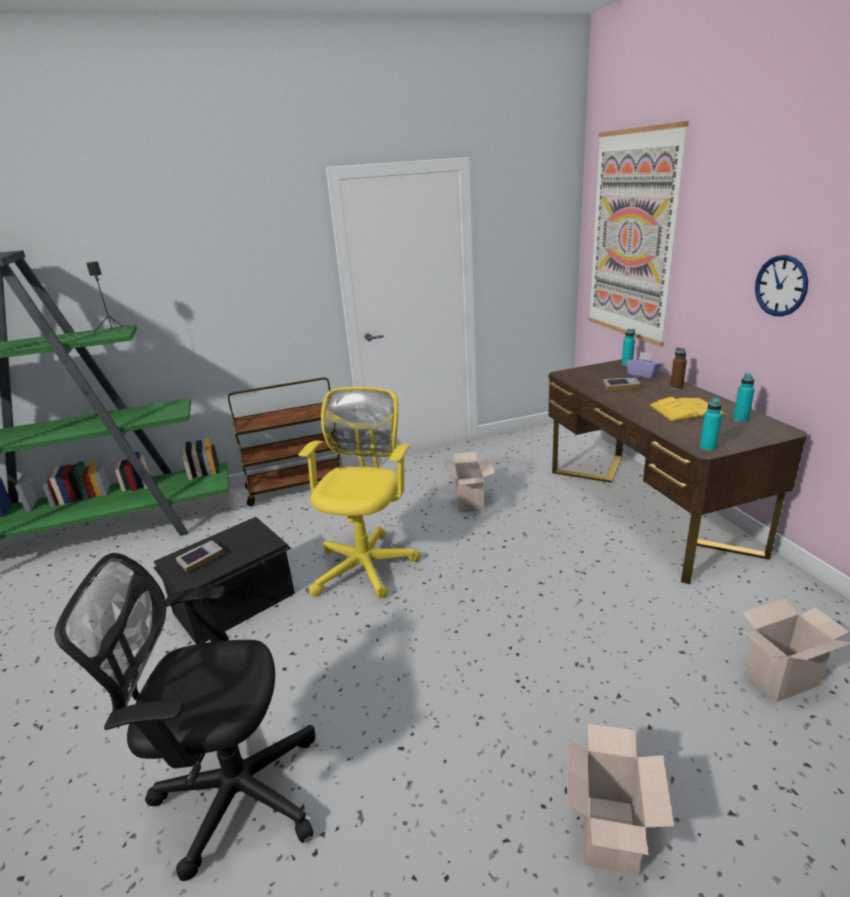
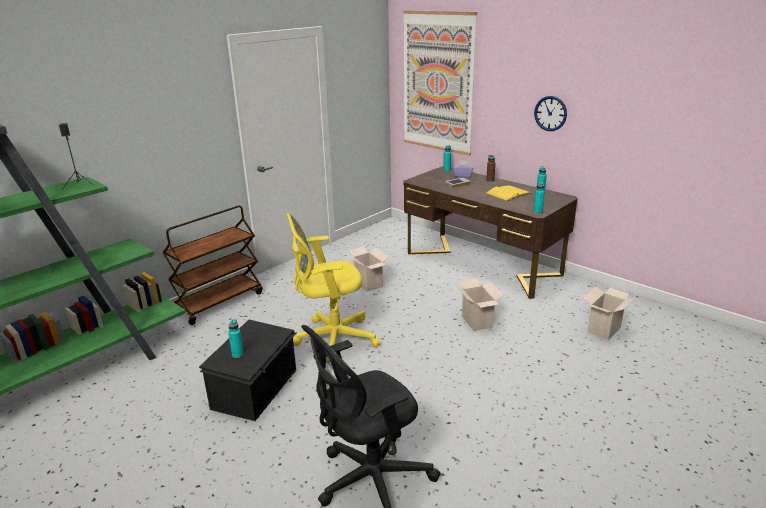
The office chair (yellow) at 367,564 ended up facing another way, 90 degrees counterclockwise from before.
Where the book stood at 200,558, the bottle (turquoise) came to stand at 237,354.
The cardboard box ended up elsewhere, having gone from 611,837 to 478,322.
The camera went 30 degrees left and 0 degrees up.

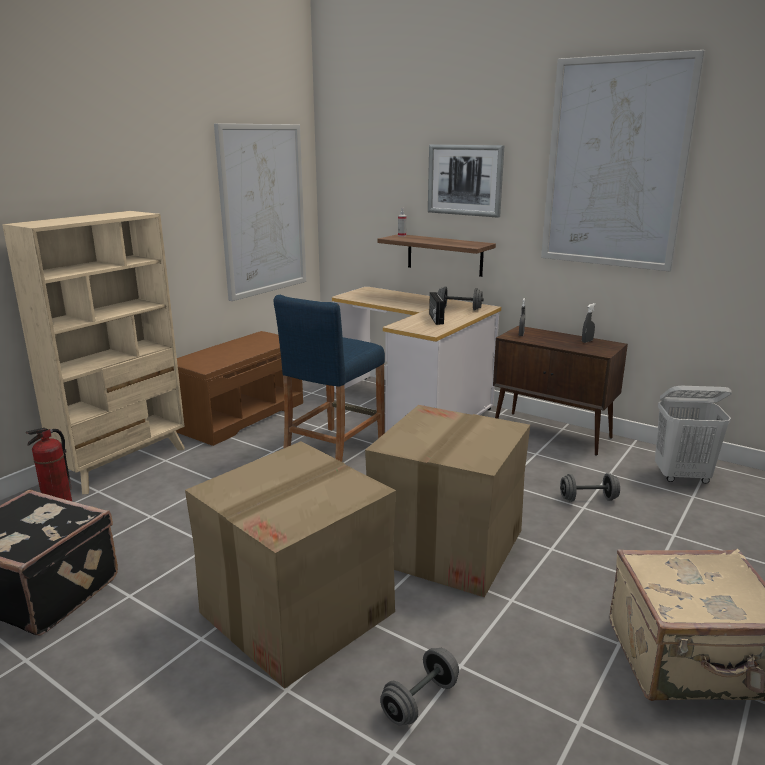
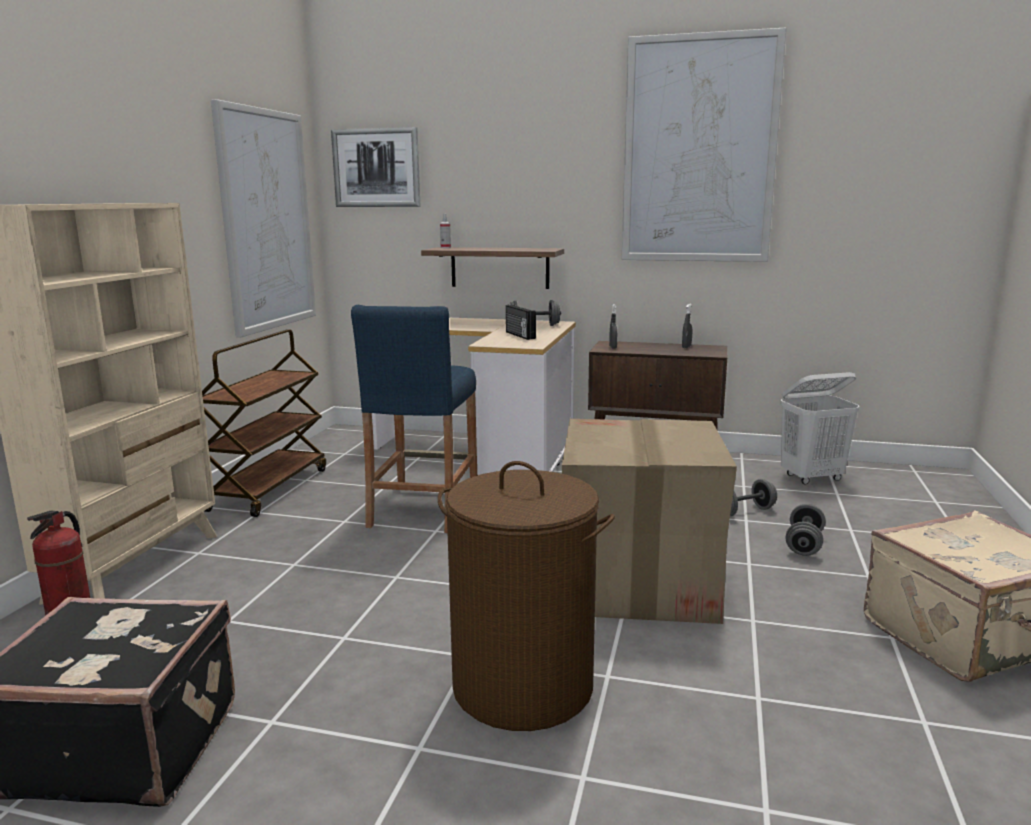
The picture ended up elsewhere, having gone from 465,180 to 376,168.
Where the bench (brown) stood at 241,415, the cart (brown) came to stand at 269,489.
Where the cardboard box stood at 298,611, the laundry basket (brown) came to stand at 523,686.
The dumbbell (grey) ended up elsewhere, having gone from 420,701 to 804,544.
The camera went 20 degrees left and 5 degrees down.

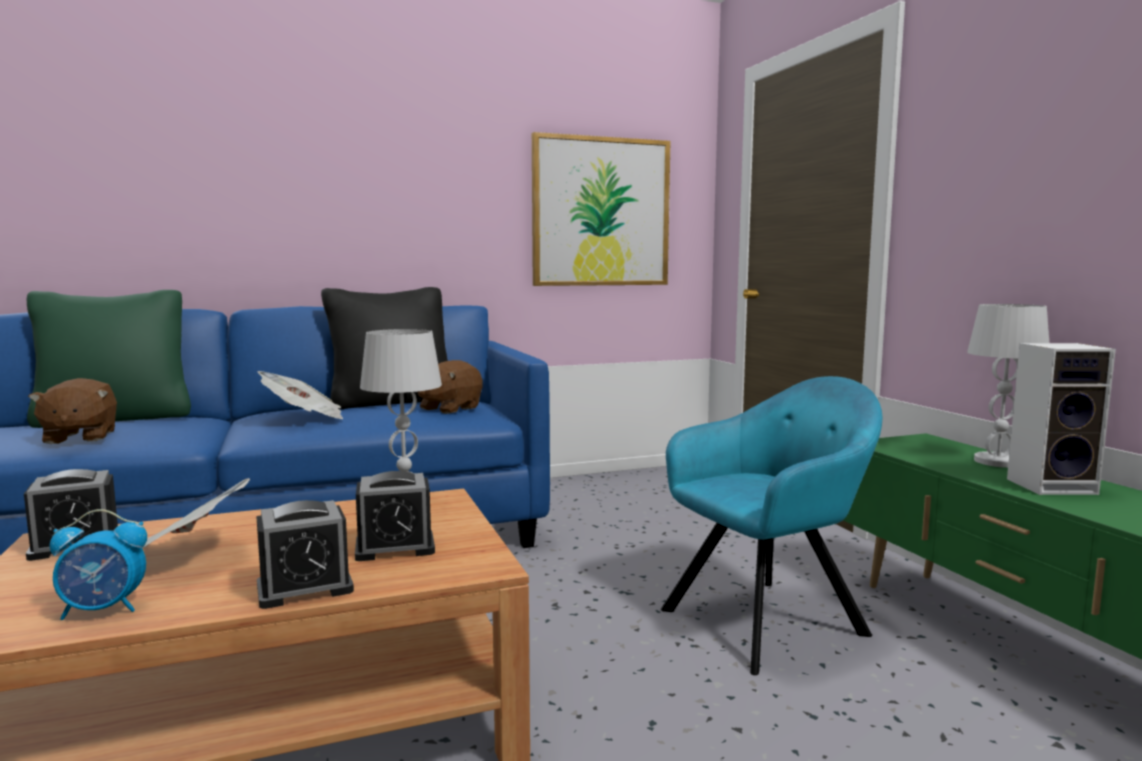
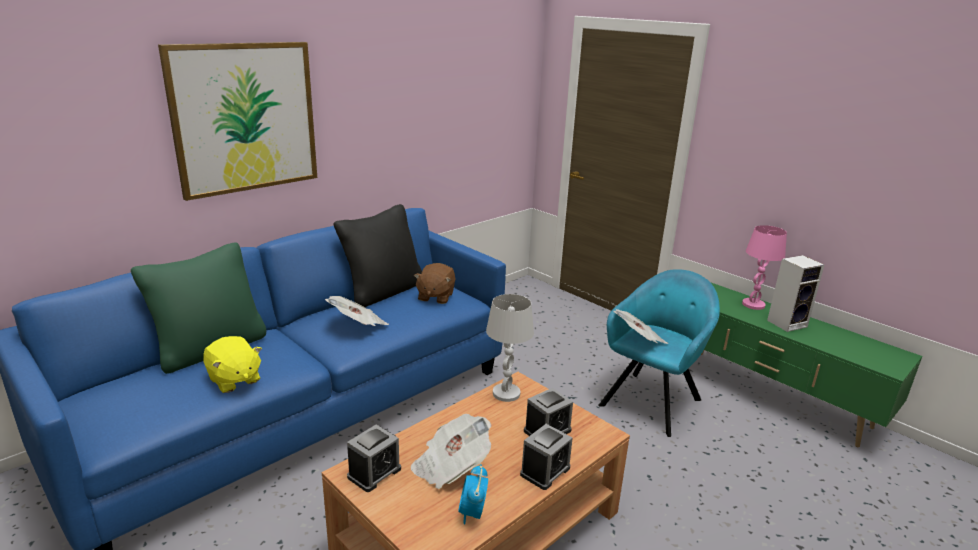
The picture ended up elsewhere, having gone from 601,212 to 245,118.
What was the table lamp (white) at 998,462 turned into the table lamp (pink) at 753,304.
What was the plush toy (brown) at 79,437 turned into the plush toy (yellow) at 234,380.
The alarm clock at 104,610 ended up facing another way, 135 degrees clockwise from before.
The second view gained the newspaper at 638,340.
The camera went 25 degrees left and 15 degrees up.

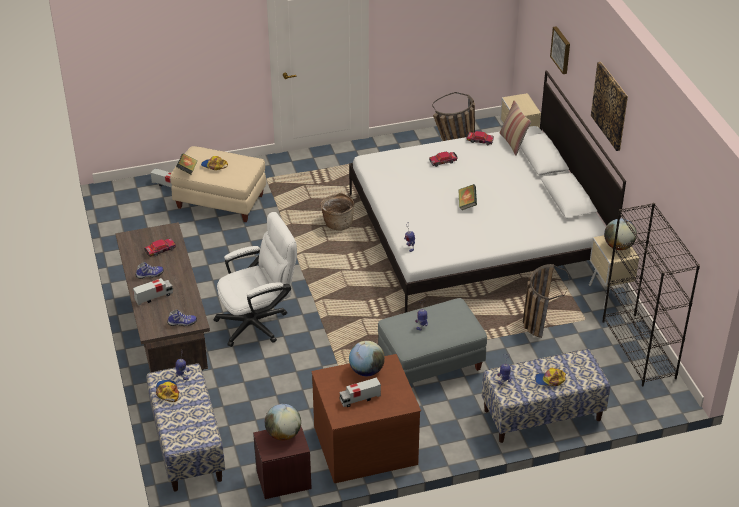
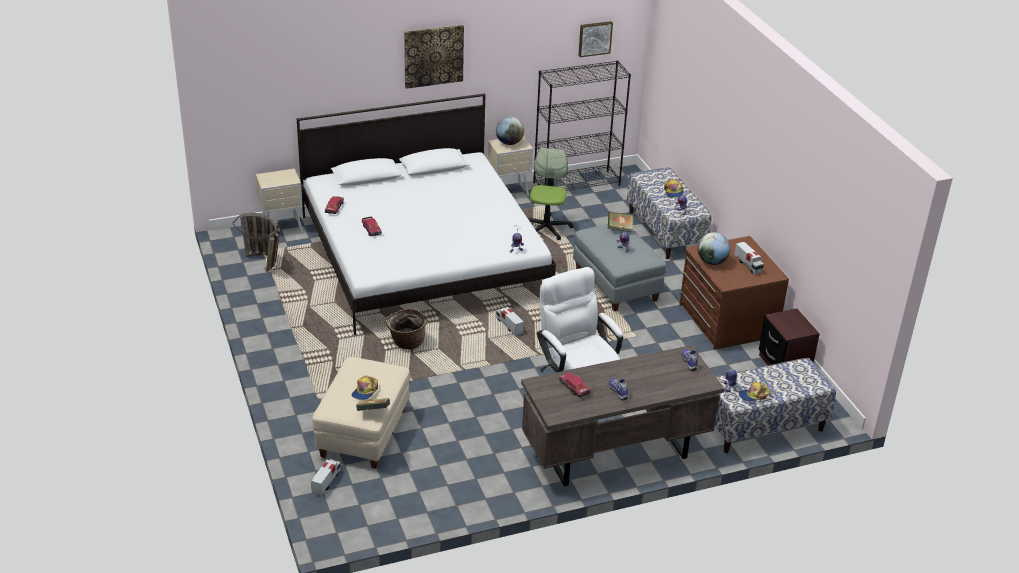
The picture ended up elsewhere, having gone from 561,50 to 594,38.
The second view lost the pillow at 513,143.
The book ended up elsewhere, having gone from 467,203 to 619,228.
Where the basket stood at 538,319, the office chair came to stand at 546,228.
The toy truck ended up elsewhere, having gone from 154,297 to 509,326.
The second view lost the globe at 283,434.
The camera went 95 degrees left and 5 degrees down.

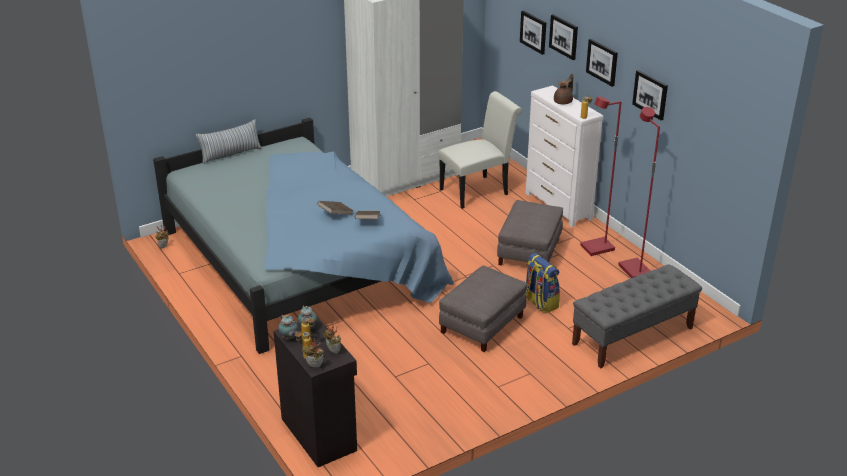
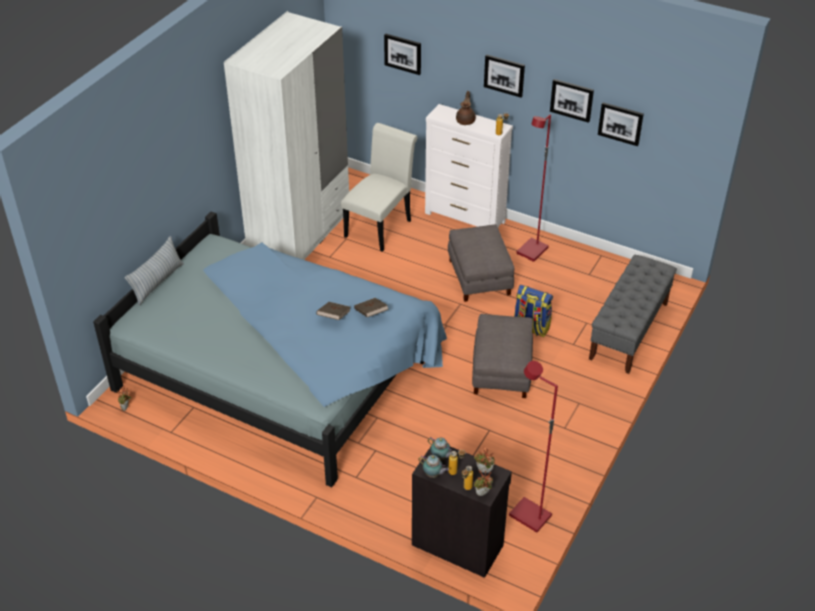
The picture ended up elsewhere, having gone from 564,36 to 620,123.
The floor lamp (red) ended up elsewhere, having gone from 633,270 to 529,516.
The camera went 30 degrees left and 10 degrees up.

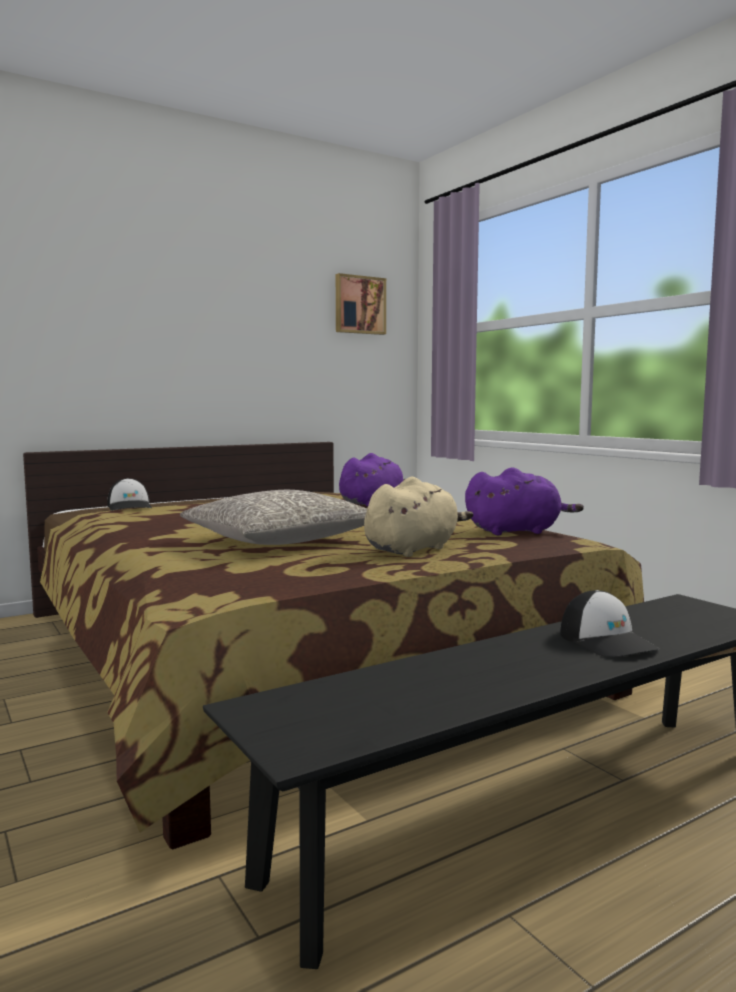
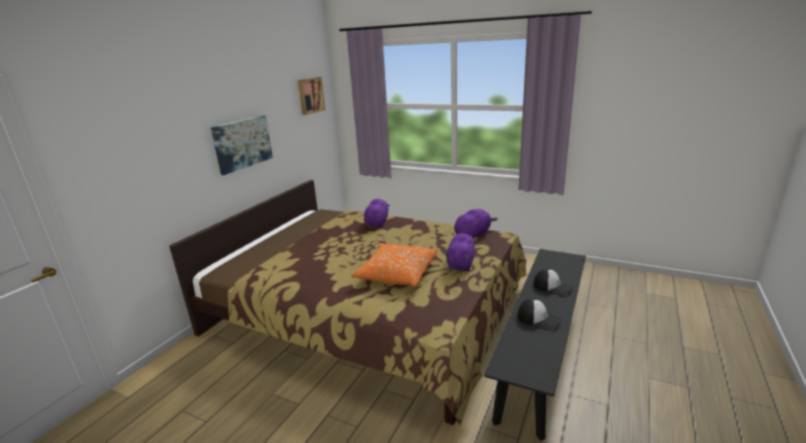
What was the plush toy (beige) at 413,549 turned into the plush toy (purple) at 461,263.
The cap ended up elsewhere, having gone from 130,507 to 539,319.
What was the pillow (grey) at 280,540 turned into the pillow (orange) at 397,273.
The second view gained the picture at 242,143.
The camera went 30 degrees left and 15 degrees up.

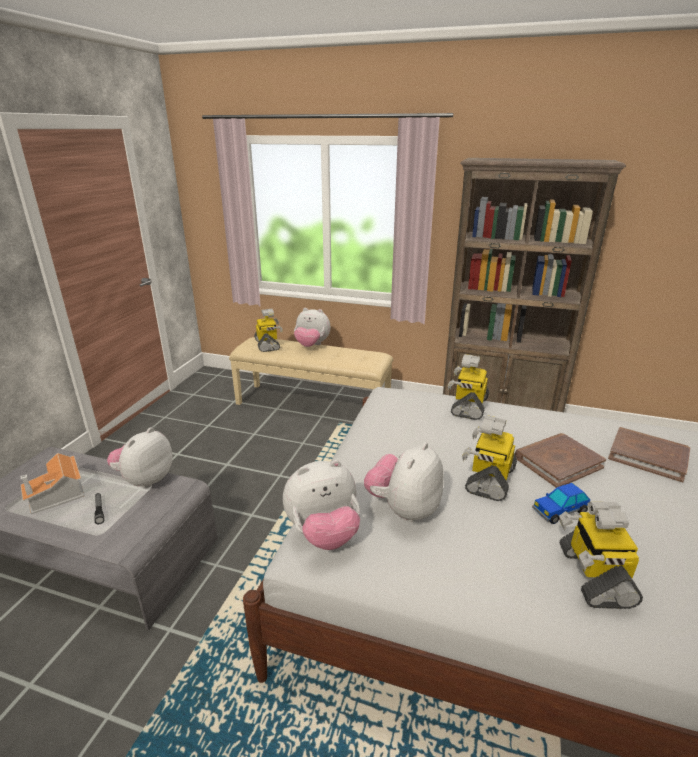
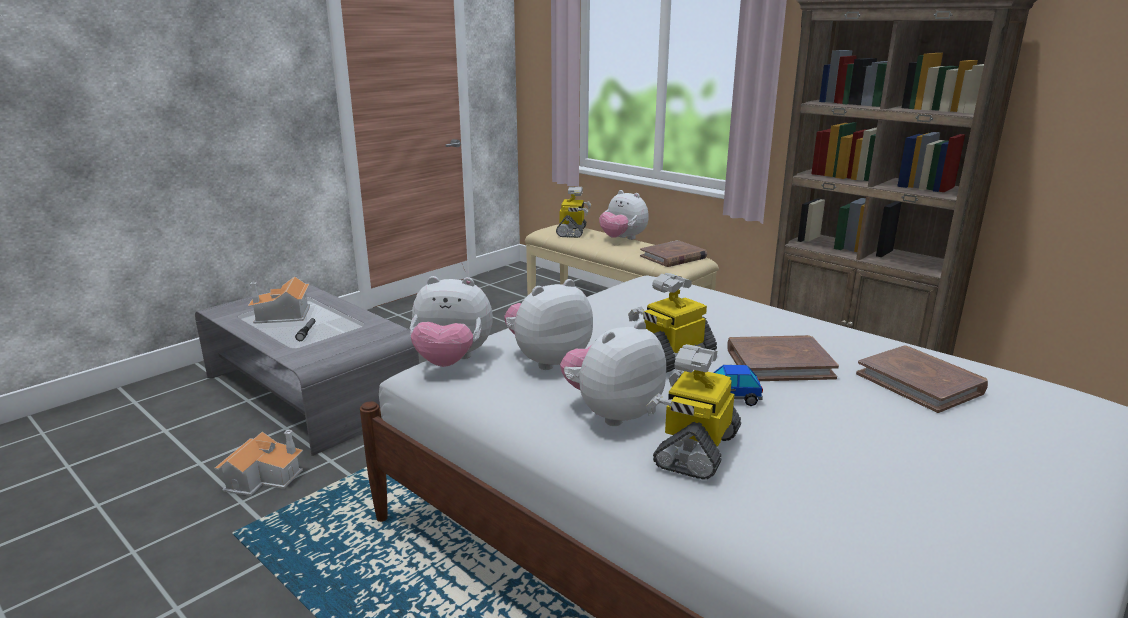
The second view lost the toy robot at 468,406.
The plush toy ended up elsewhere, having gone from 145,479 to 612,413.
The second view gained the book (brown) at 673,257.
The second view gained the toy house at 265,477.
The camera went 25 degrees right and 5 degrees down.

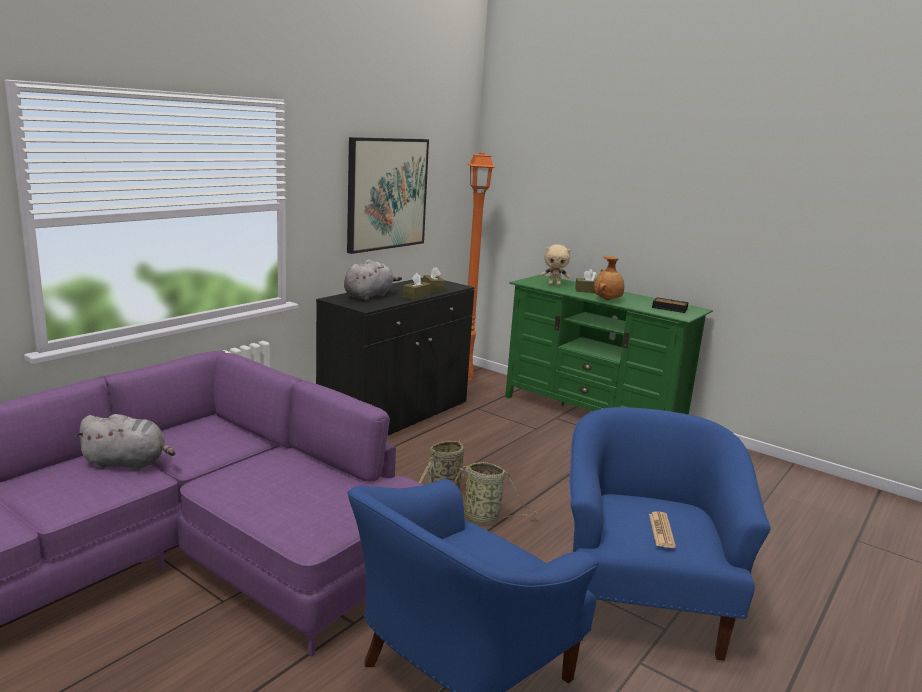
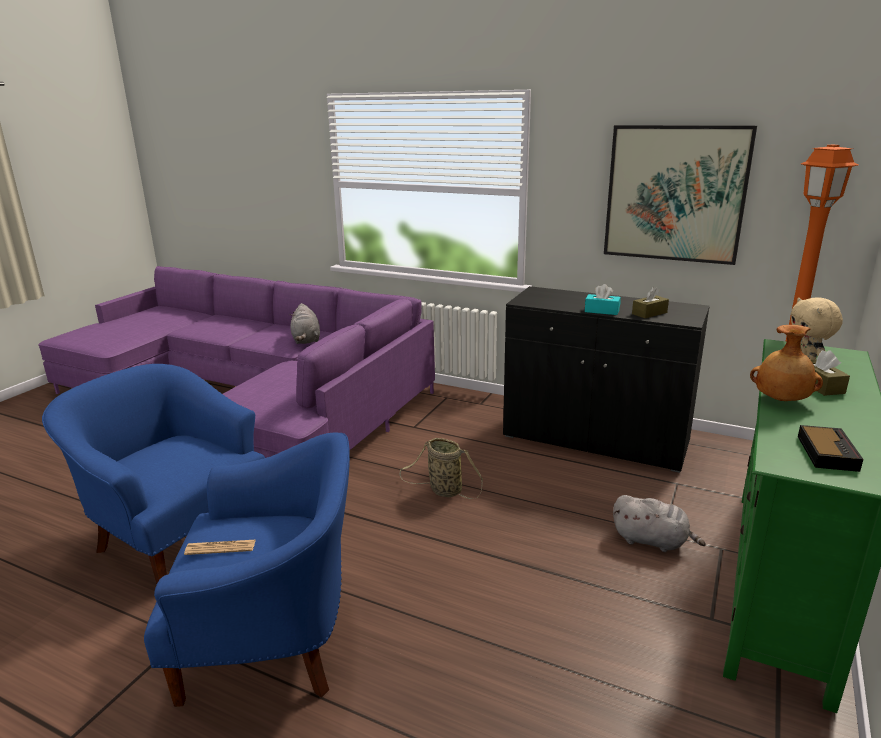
The plush toy (grey) ended up elsewhere, having gone from 369,296 to 652,541.
What was the tissue box (brown) at 416,296 turned into the tissue box (turquoise) at 602,311.
The second view lost the basket at 484,518.
The camera went 80 degrees right and 5 degrees up.

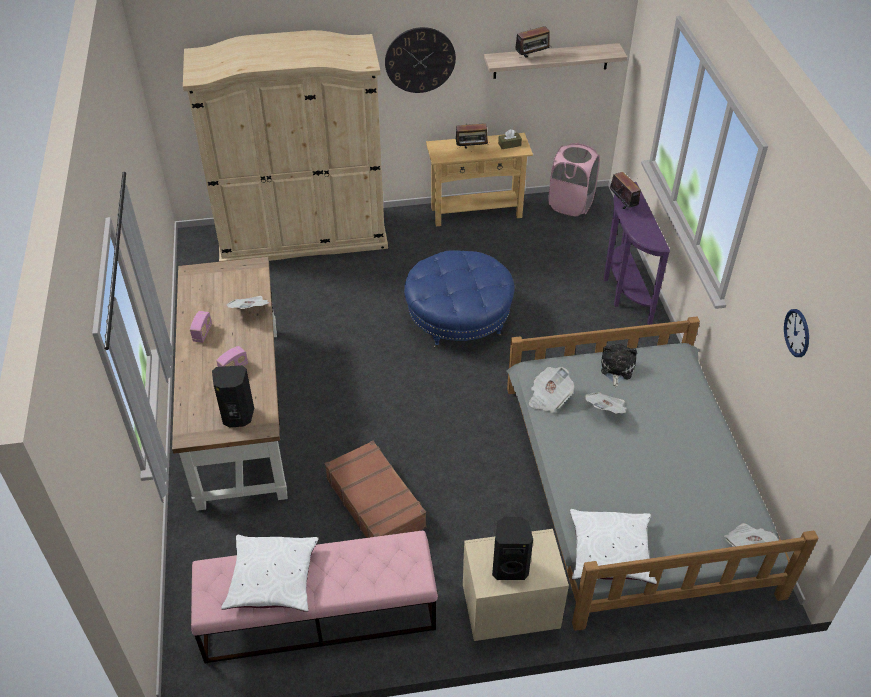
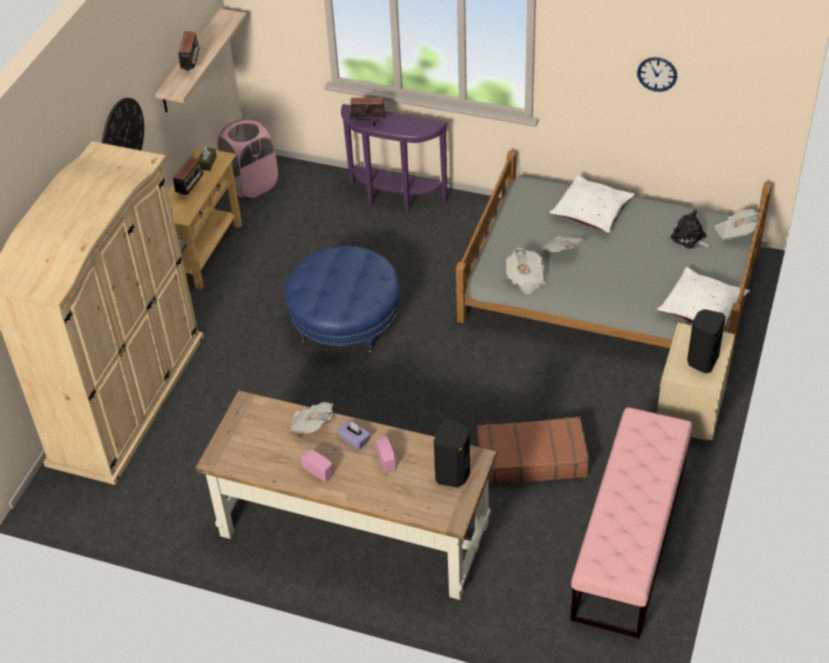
The plush toy ended up elsewhere, having gone from 616,369 to 690,238.
The pillow (white) ended up elsewhere, having gone from 272,579 to 592,211.
The second view gained the tissue box (purple) at 355,440.
The camera went 60 degrees left and 0 degrees up.

